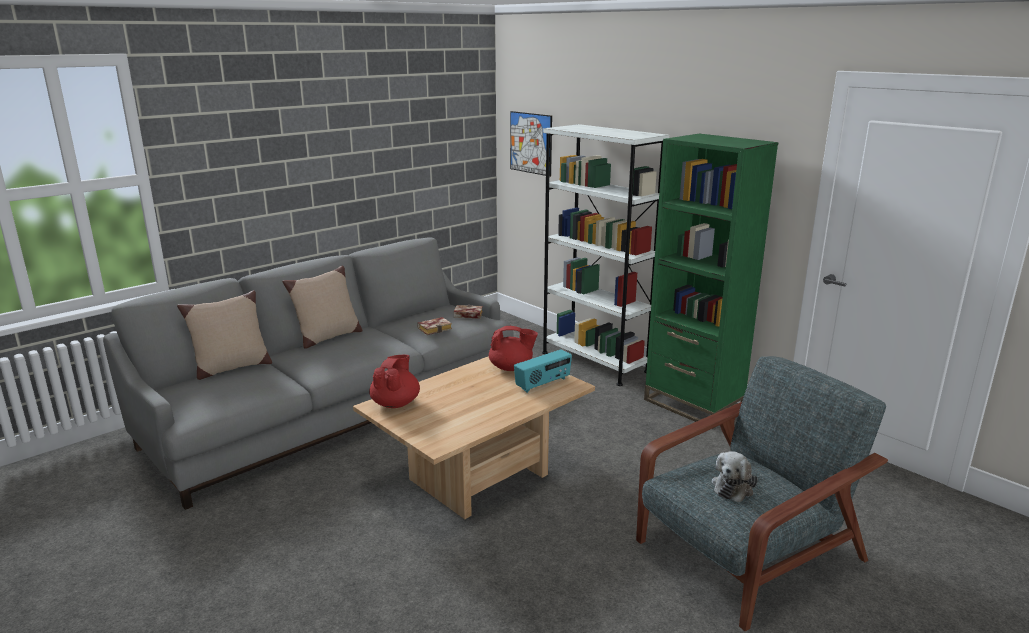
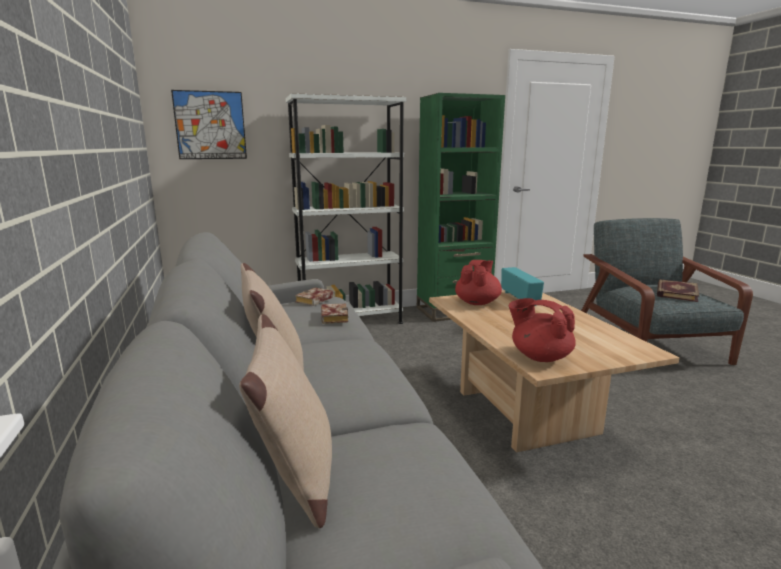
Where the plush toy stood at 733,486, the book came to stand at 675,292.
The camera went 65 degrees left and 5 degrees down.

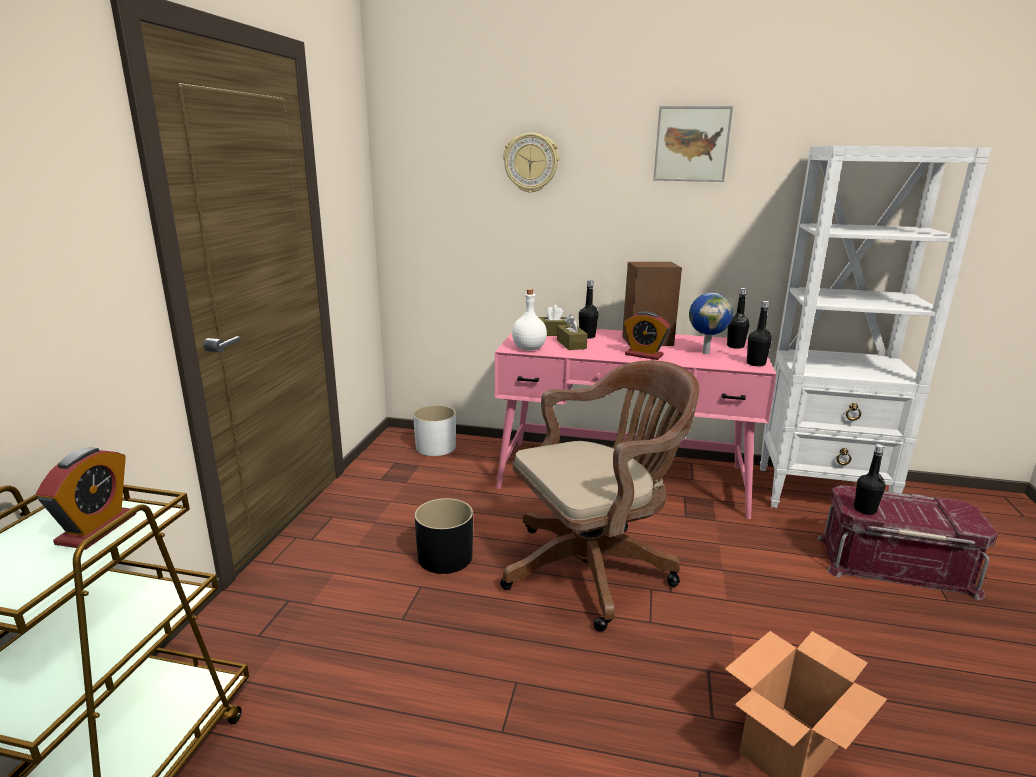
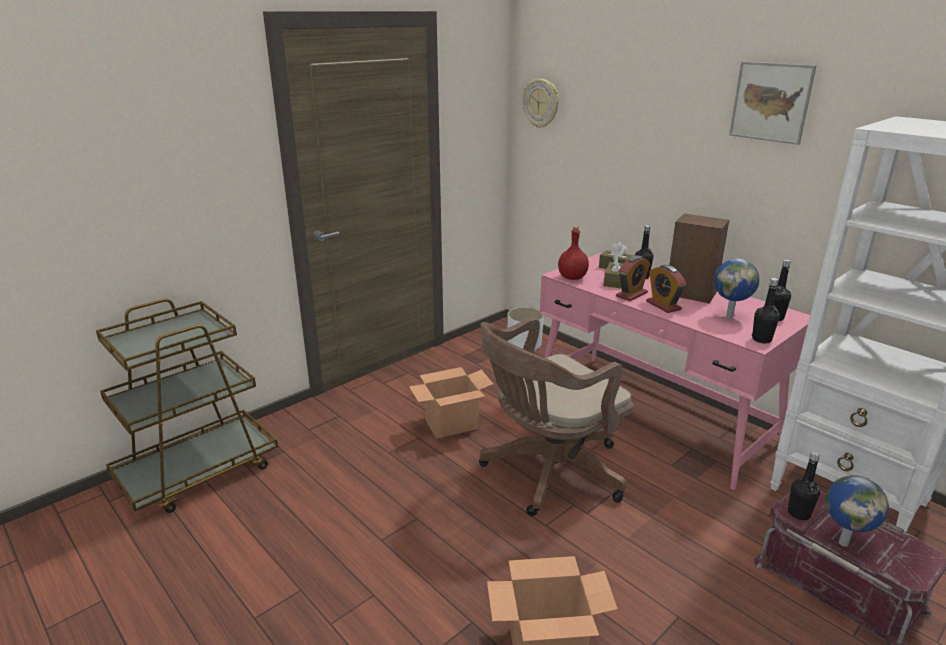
The wall clock ended up elsewhere, having gone from 531,163 to 541,103.
What was the bottle (white) at 528,348 turned into the bottle (red) at 571,277.
The office chair (brown) at 595,567 ended up facing another way, 135 degrees clockwise from before.
The alarm clock ended up elsewhere, having gone from 97,529 to 631,294.
Where the planter (black) stood at 445,557, the cardboard box came to stand at 451,425.
The second view gained the globe at 843,542.
The camera went 35 degrees right and 5 degrees up.

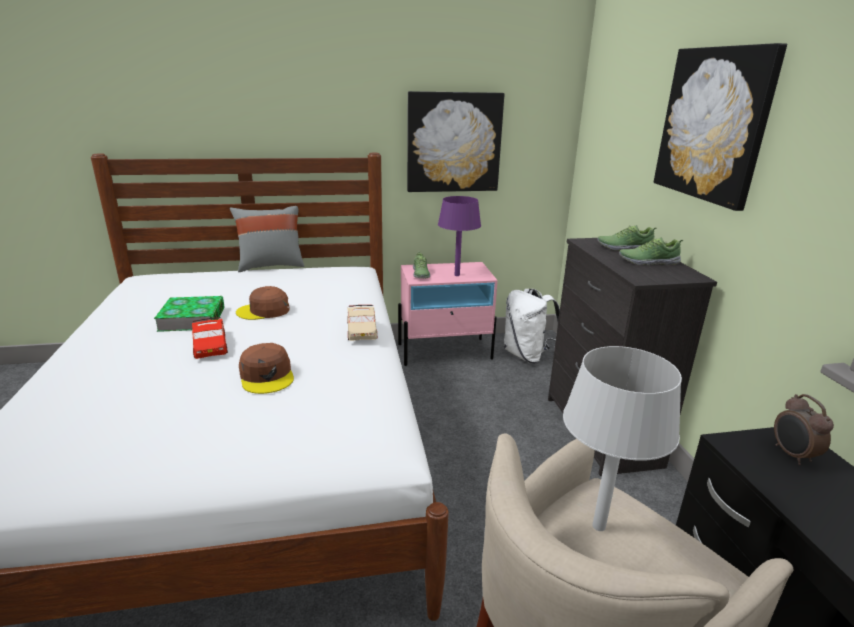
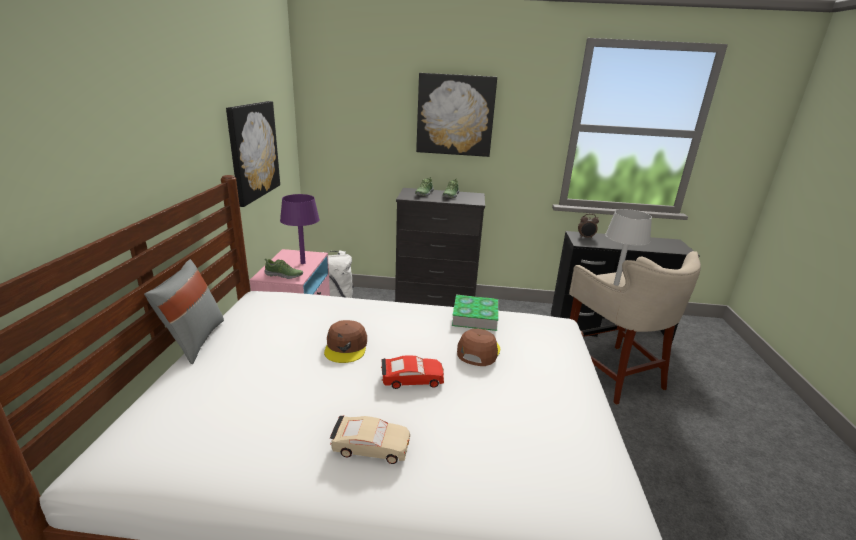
The book ended up elsewhere, having gone from 192,319 to 475,316.
The toy car (beige) ended up elsewhere, having gone from 362,330 to 371,446.
The cap (brown) at 267,376 ended up facing another way, 60 degrees counterclockwise from before.
The camera went 75 degrees left and 0 degrees up.

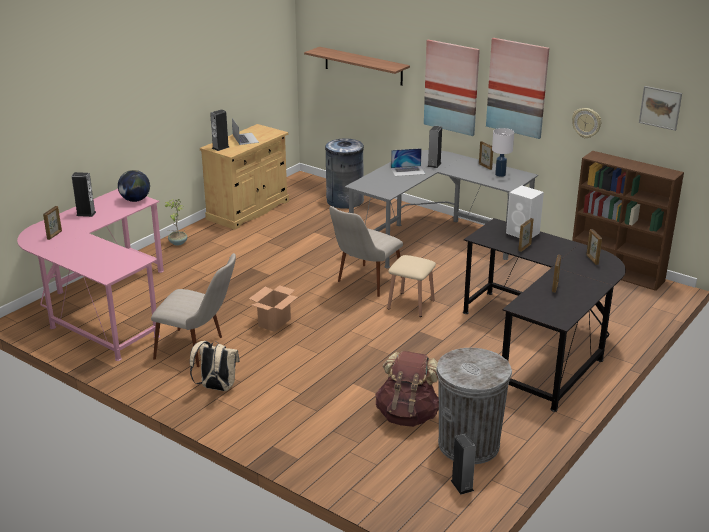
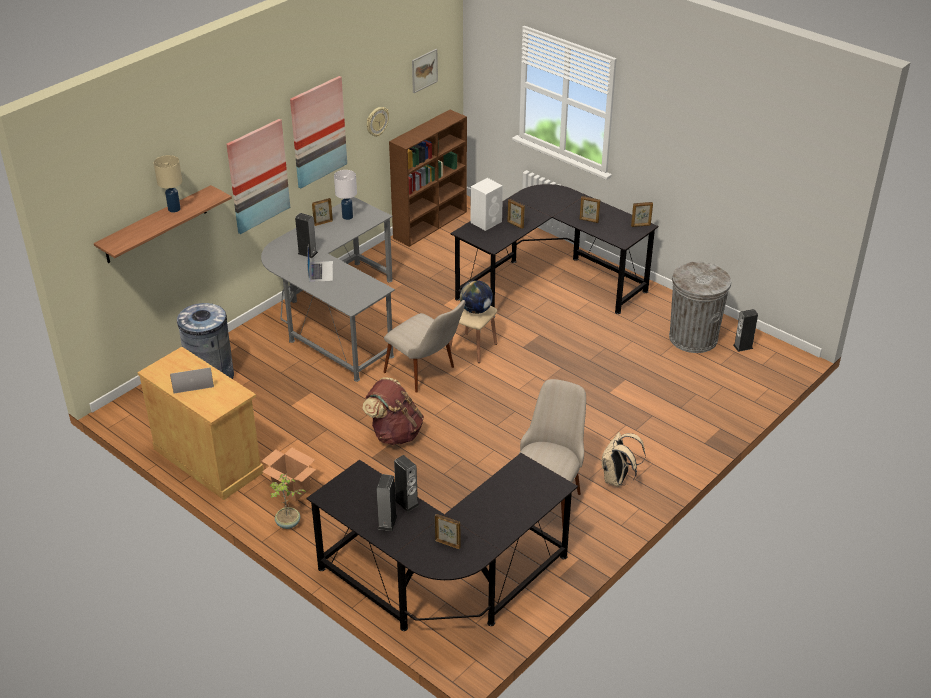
The speaker ended up elsewhere, having gone from 220,147 to 406,502.
The globe ended up elsewhere, having gone from 135,200 to 476,310.
What was the desk (pink) at 100,306 turned into the desk (black) at 445,584.
The picture frame ended up elsewhere, having gone from 592,260 to 641,225.
The cardboard box ended up elsewhere, having gone from 274,322 to 291,488.
The backpack (brown) ended up elsewhere, having gone from 408,415 to 394,433.
The second view gained the table lamp (beige) at 173,209.
The camera went 85 degrees left and 10 degrees up.

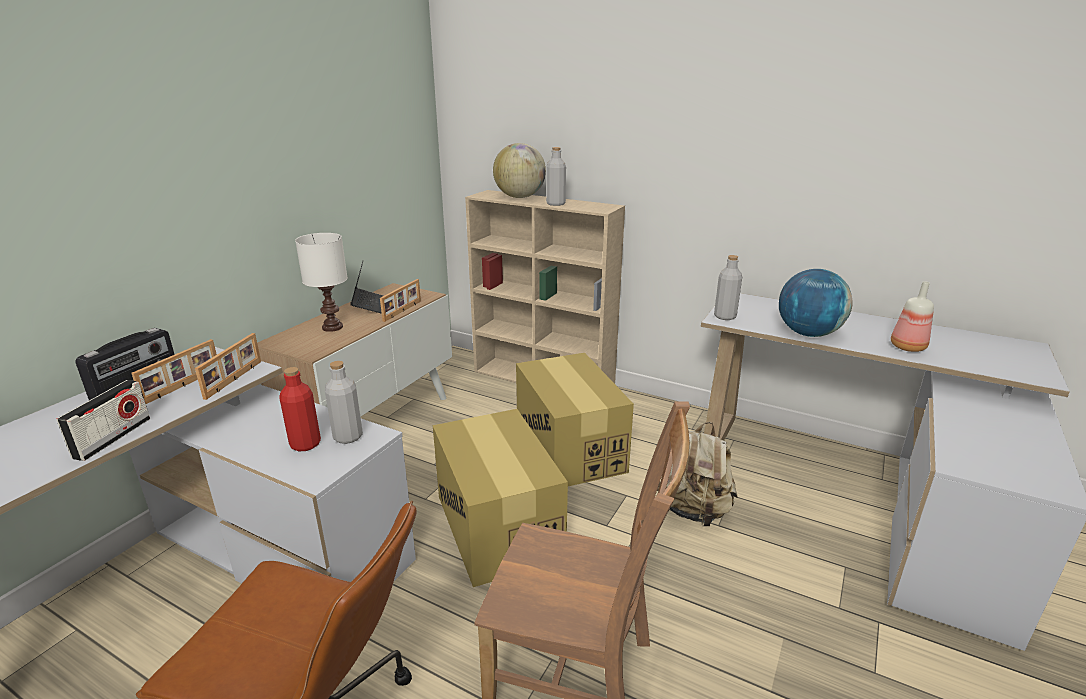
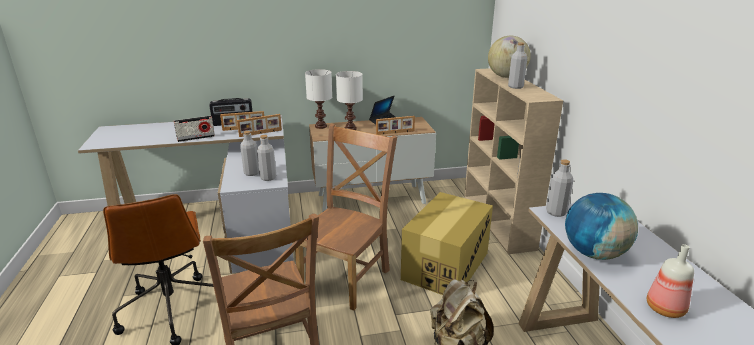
What was the bottle (red) at 305,444 turned into the bottle (grey) at 251,173.
Where the cardboard box stood at 498,526, the chair (brown) came to stand at 347,277.
The second view gained the table lamp (white) at 321,126.
The camera went 50 degrees right and 0 degrees up.

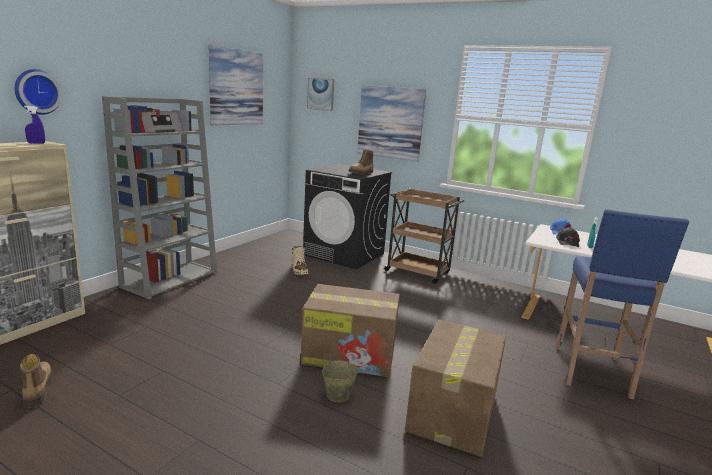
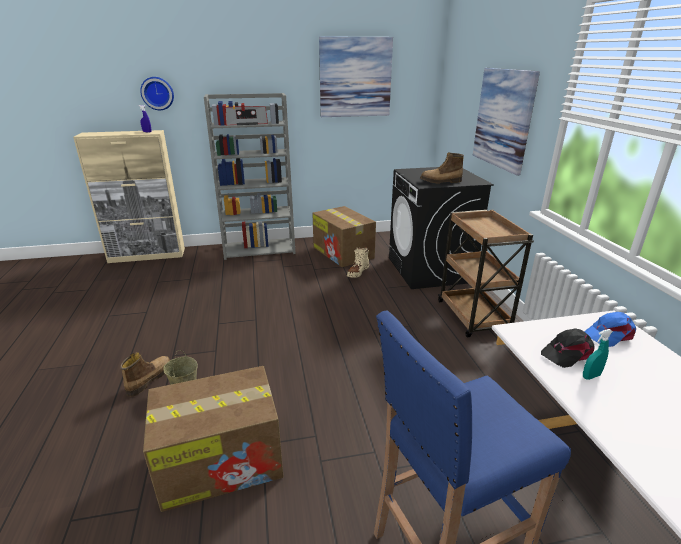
The second view lost the picture at 320,94.
The cardboard box ended up elsewhere, having gone from 351,354 to 343,253.
The boot ended up elsewhere, having gone from 37,389 to 149,379.
The camera went 50 degrees right and 10 degrees up.

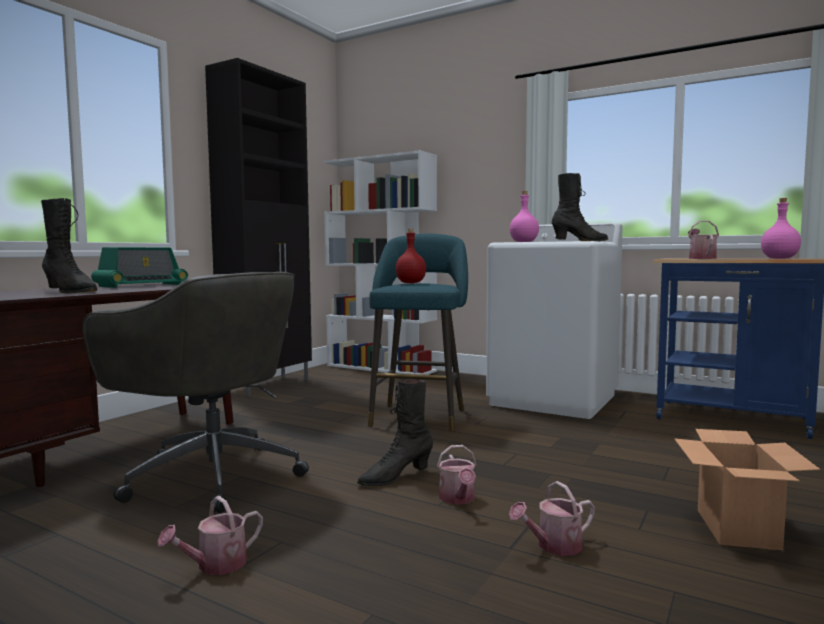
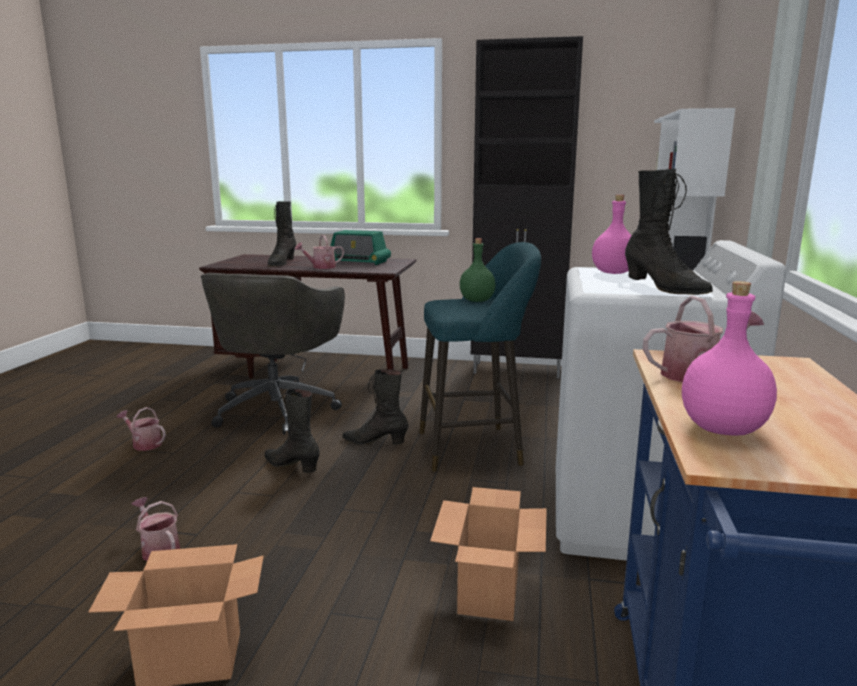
What was the bottle (red) at 411,283 turned into the bottle (green) at 477,301.
The watering can ended up elsewhere, having gone from 458,499 to 321,267.
The second view gained the boot (black) at 375,442.
The second view gained the cardboard box at 489,593.
The camera went 70 degrees right and 10 degrees up.

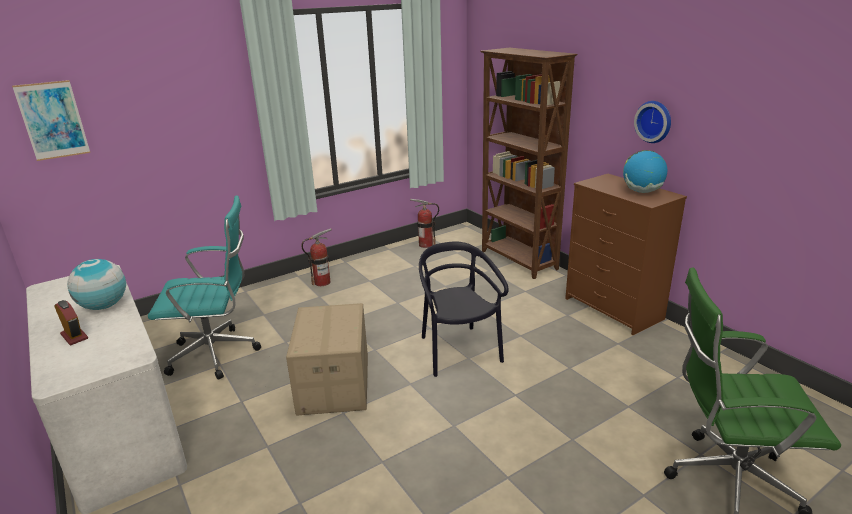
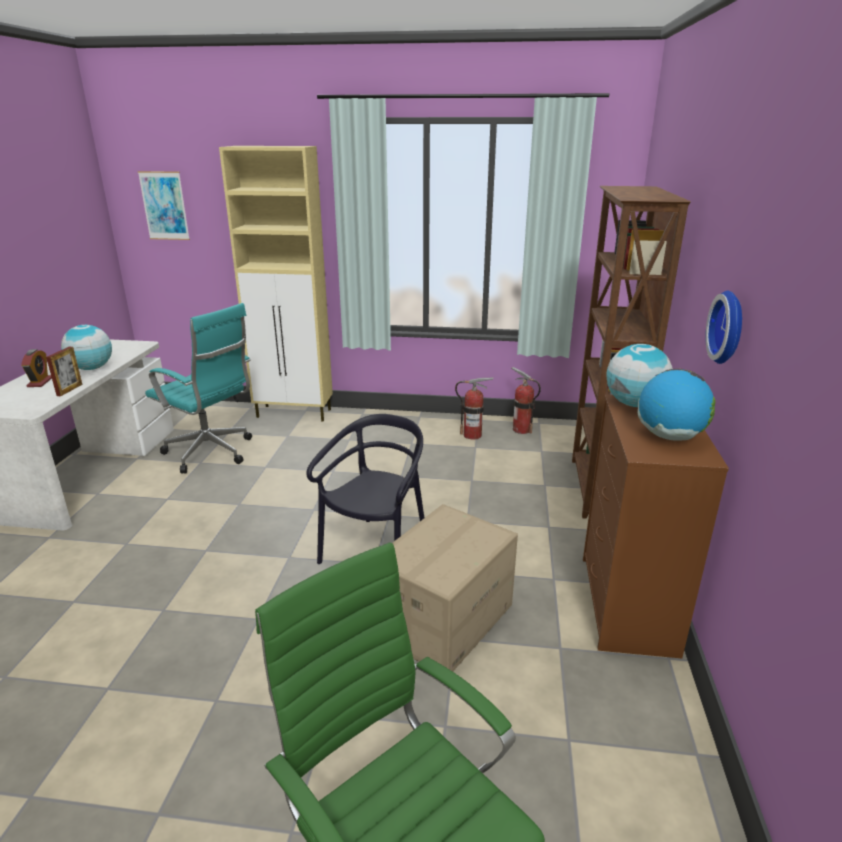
The fire extinguisher ended up elsewhere, having gone from 322,282 to 472,435.
The cardboard box ended up elsewhere, having gone from 333,384 to 443,619.
The second view gained the cabinet (beige) at 295,413.
The second view gained the globe at 634,404.
The second view gained the picture frame at 69,390.
The camera went 40 degrees right and 0 degrees up.

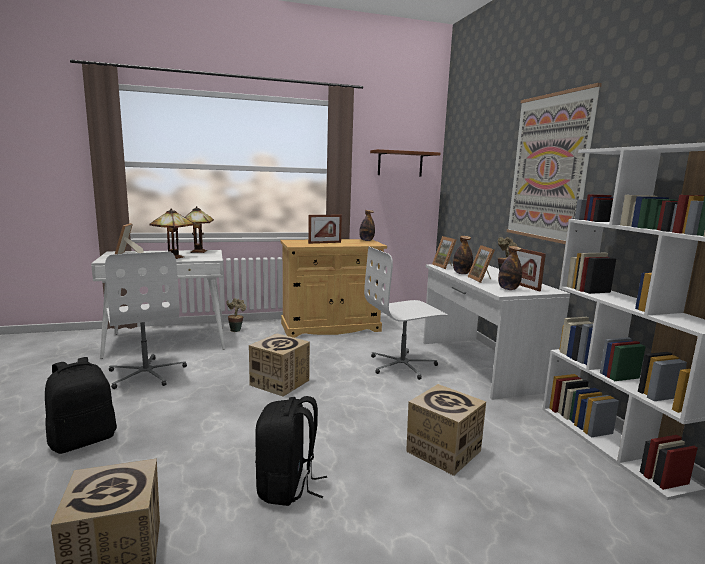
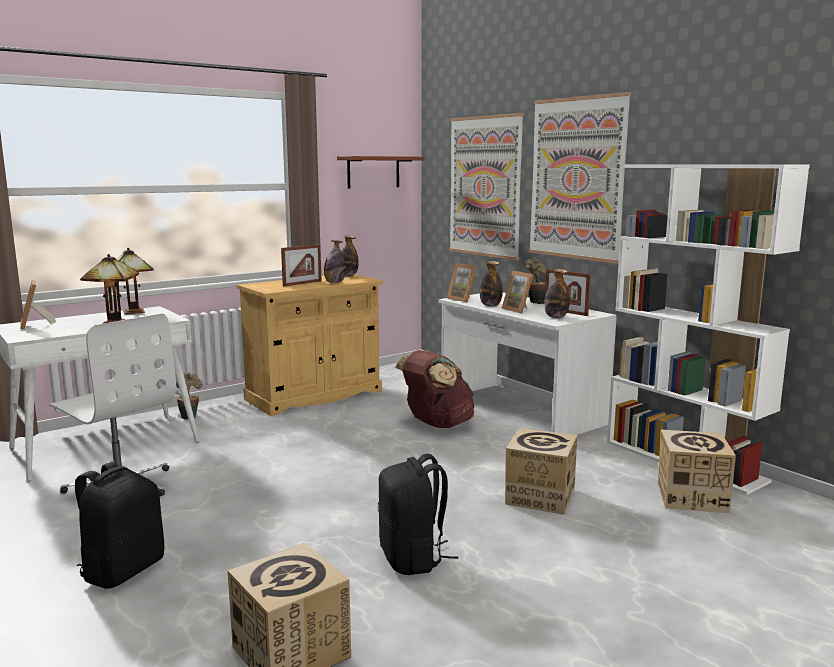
Where the office chair (white) stood at 403,365, the backpack (brown) came to stand at 437,424.
The cardboard box ended up elsewhere, having gone from 279,382 to 691,497.
The second view gained the picture at 485,186.
The second view gained the bottle at 334,282.
The camera went 20 degrees left and 0 degrees up.

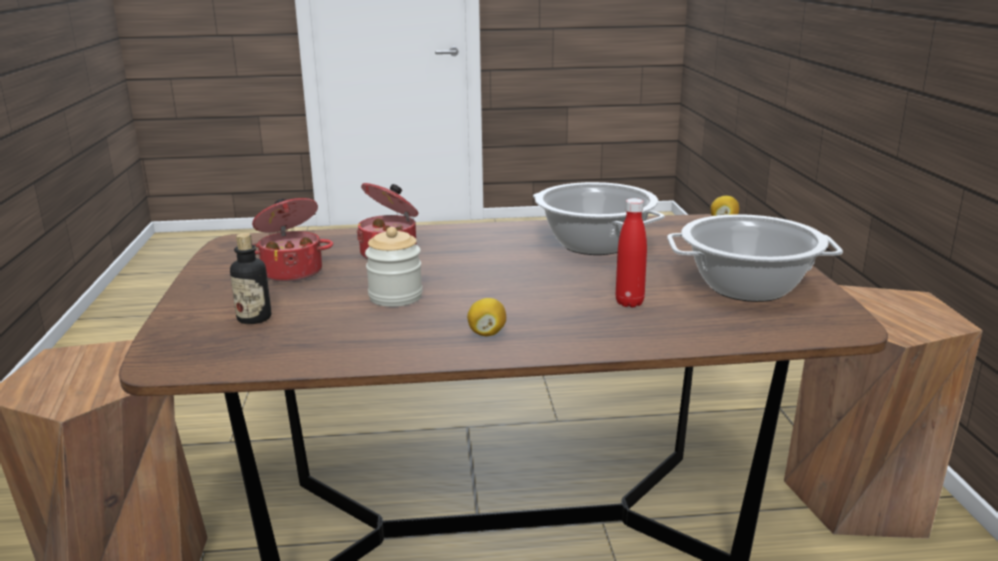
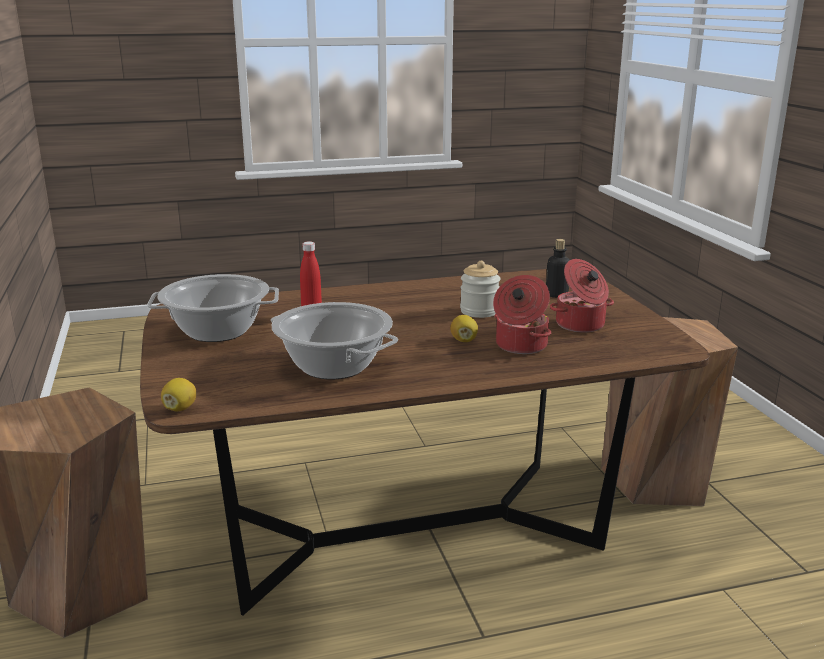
The lemon ended up elsewhere, having gone from 487,333 to 464,340.
The camera went 170 degrees right and 0 degrees up.

